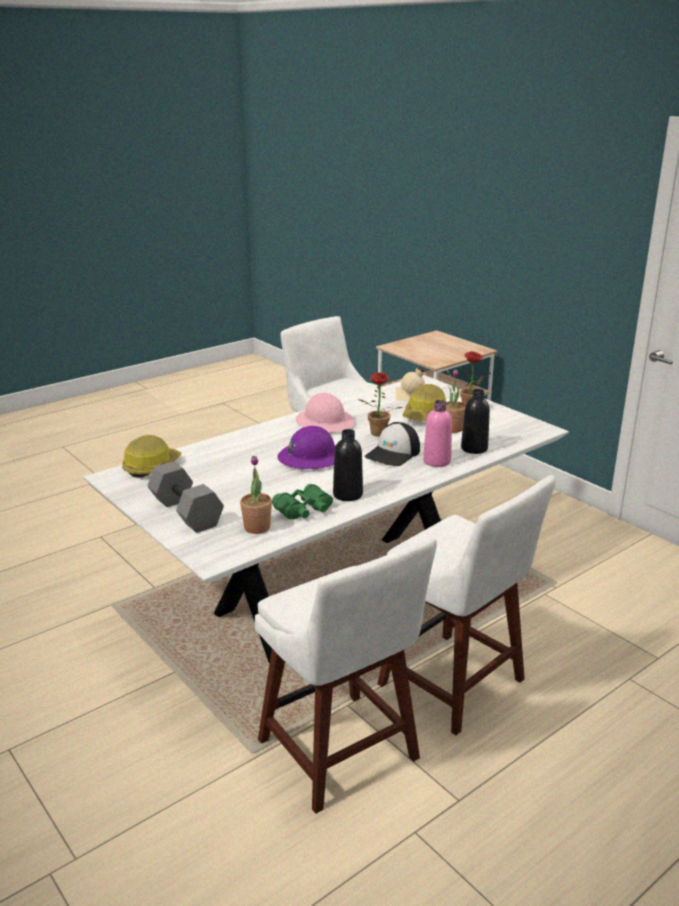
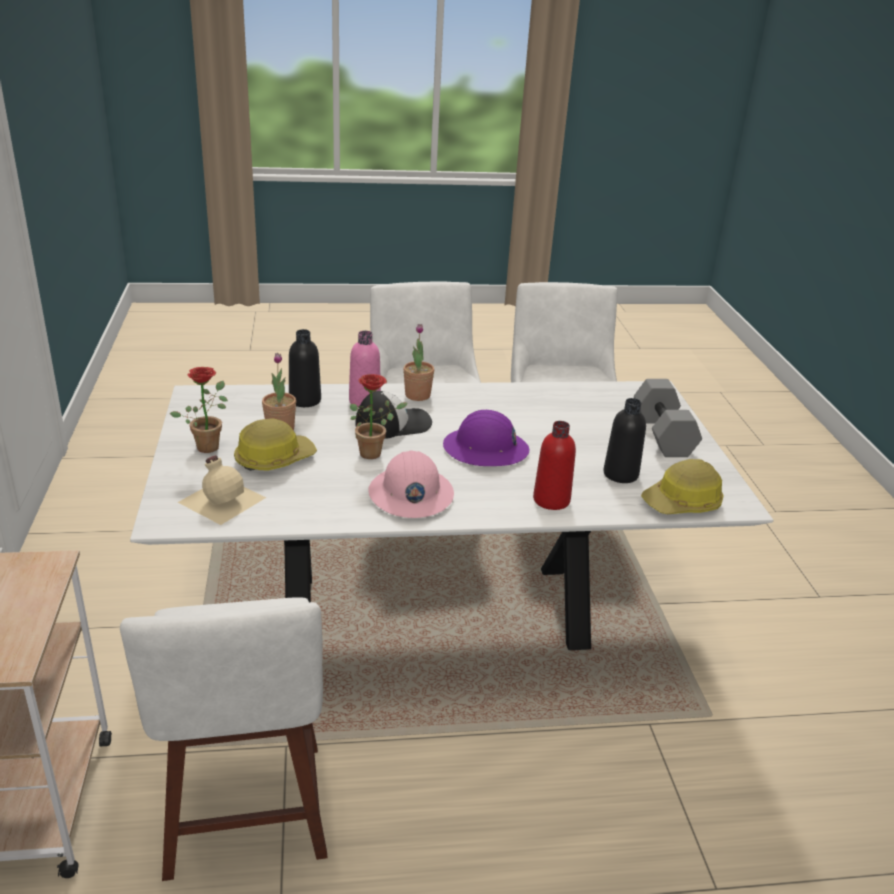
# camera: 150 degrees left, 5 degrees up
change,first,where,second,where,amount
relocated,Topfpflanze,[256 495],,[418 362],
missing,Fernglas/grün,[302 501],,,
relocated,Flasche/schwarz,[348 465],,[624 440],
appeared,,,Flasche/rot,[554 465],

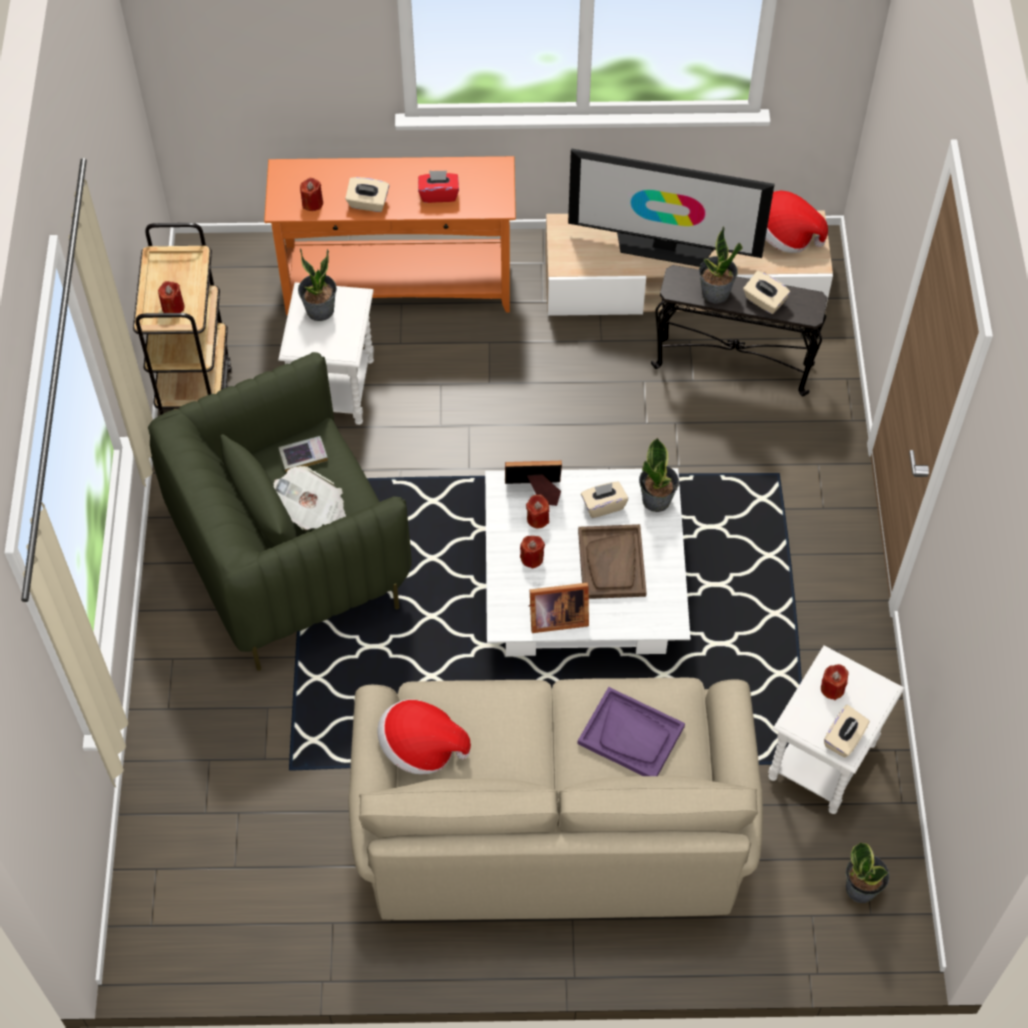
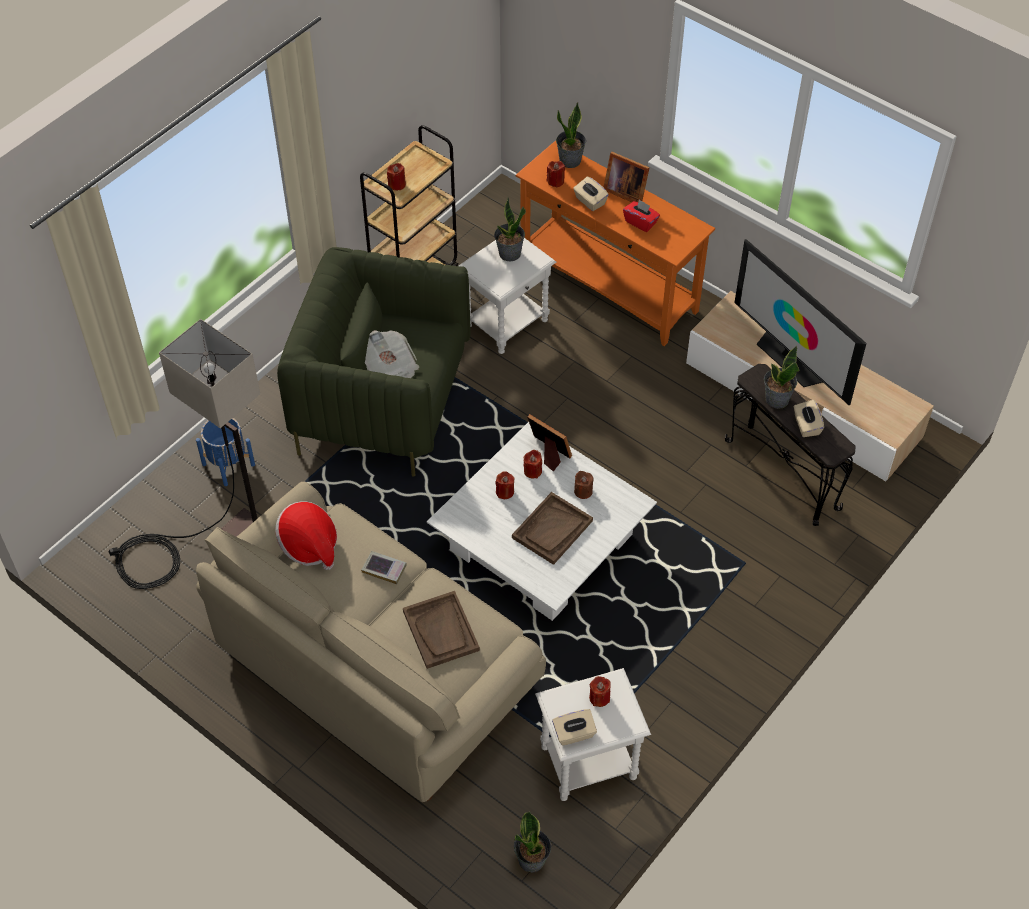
# camera: 40 degrees right, 5 degrees down
change,first,where,second,where,amount
relocated,Buch,[303 454],,[384 567],
relocated,Bilderrahmen,[559 608],,[626 177],
colour,Tablett/lila,[631 731],Tablett/braun,[441 630],
exchanged,Taschentuchbox/beige,[604 500],Kerze/braun,[584 485],
relocated,Topfpflanze,[659 474],,[571 135],
missing,Hut,[796 222],,,
appeared,,,Stehlampe,[184 454],
appeared,,,Pflanzkübel/blau,[225 452],

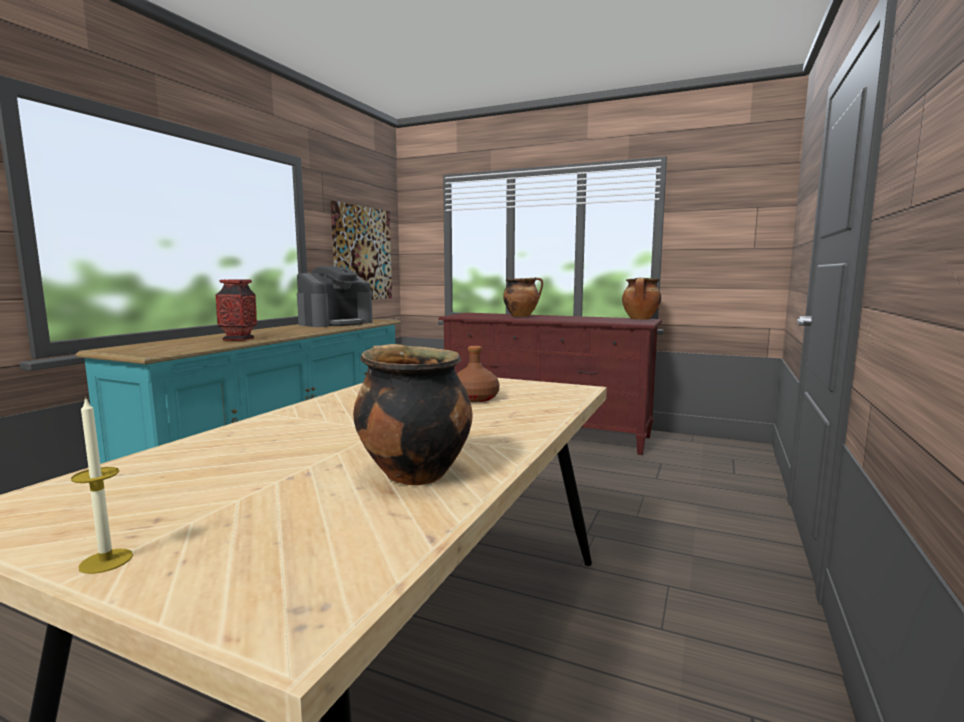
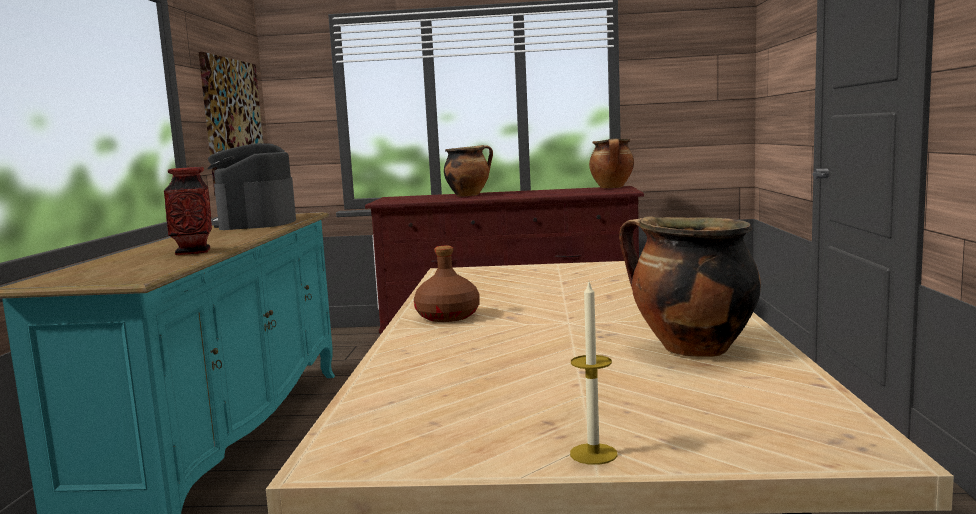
# camera: 20 degrees left, 0 degrees up
change,first,where,second,where,amount
spun,Kaffeemaschine,[335 296],,[251 186],150 degrees clockwise
relocated,Flasche/braun,[478 374],,[447 284],

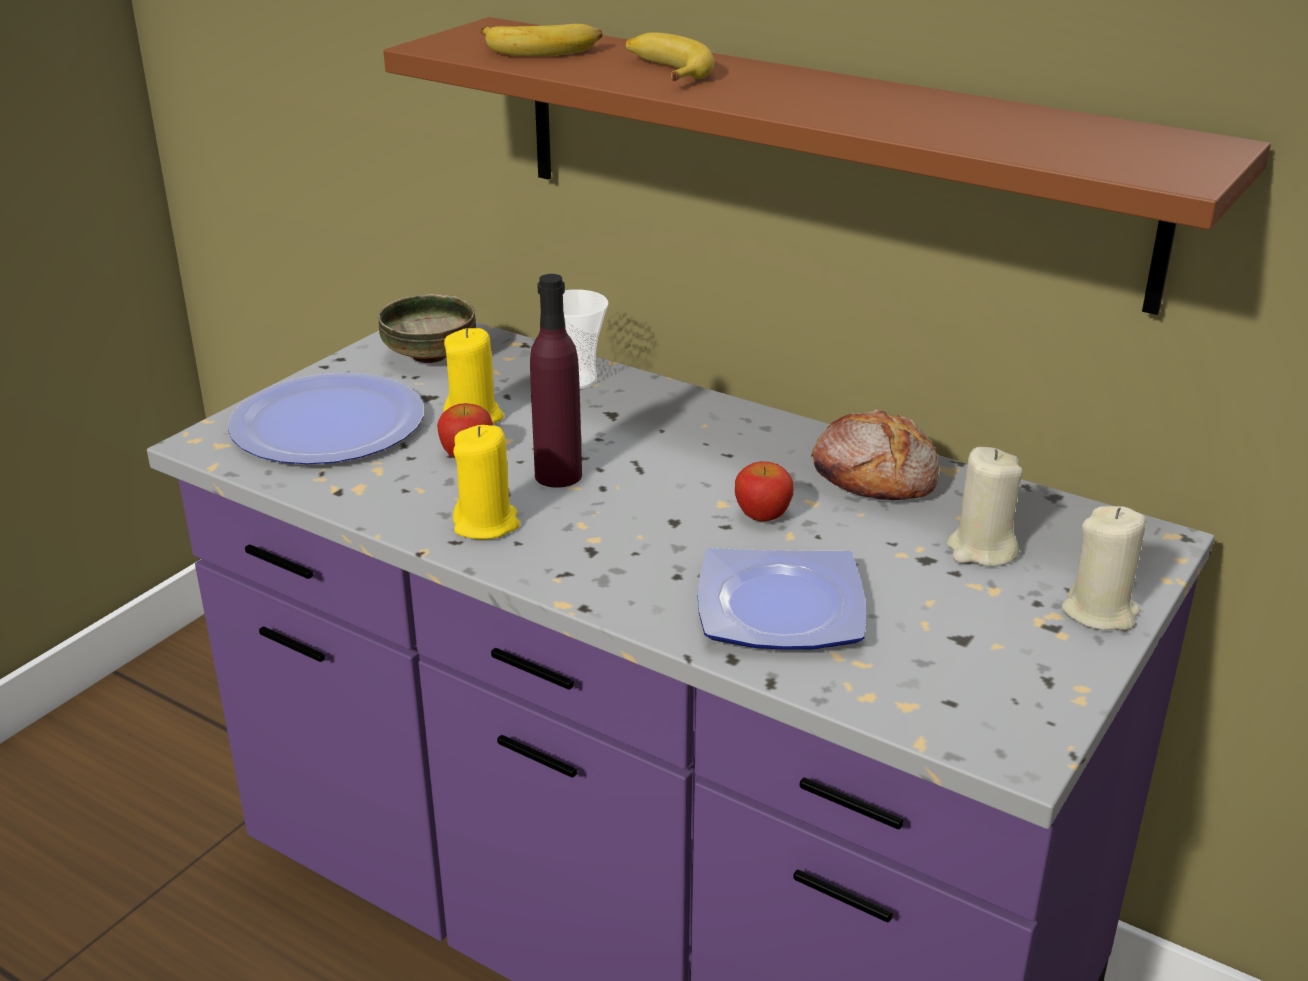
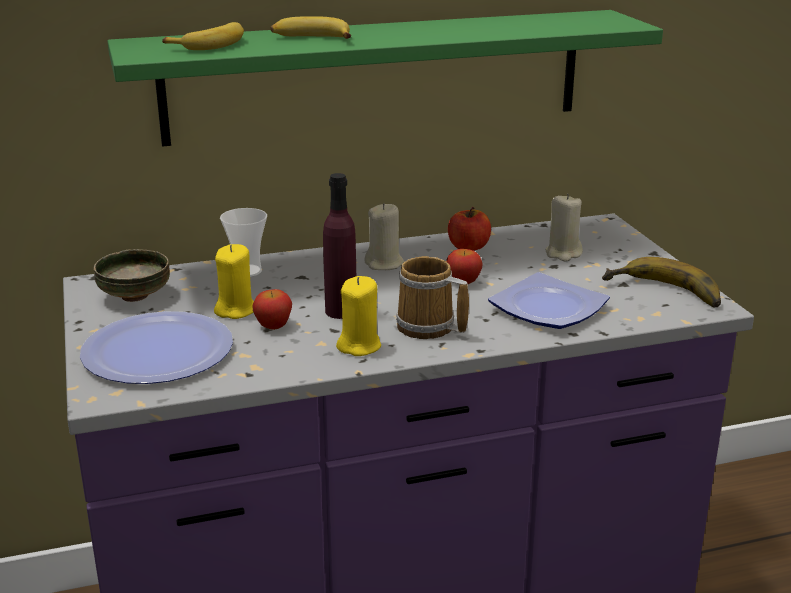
# camera: 50 degrees left, 5 degrees down
change,first,where,second,where,amount
colour,Wandregal/braun,[827 166],Wandregal/grün,[385 78],
exchanged,Brot,[875 454],Apfel,[469 229],
relocated,Kerze/beige,[1103 568],,[384 236],
appeared,,,Henkelbecher,[432 297],
appeared,,,Banane,[661 282],

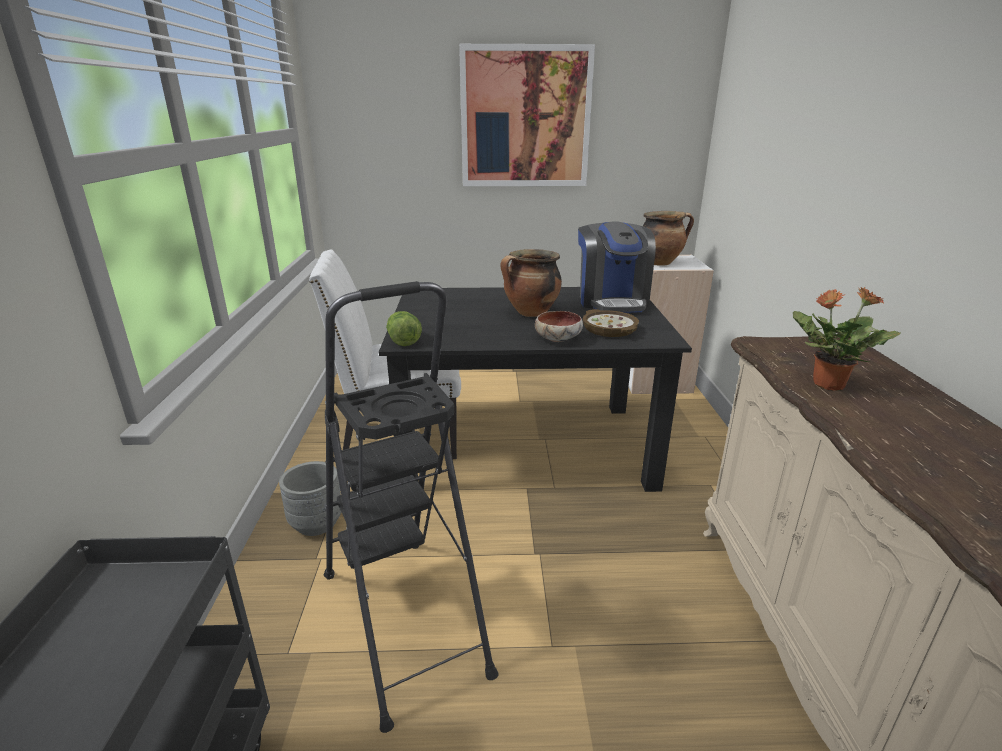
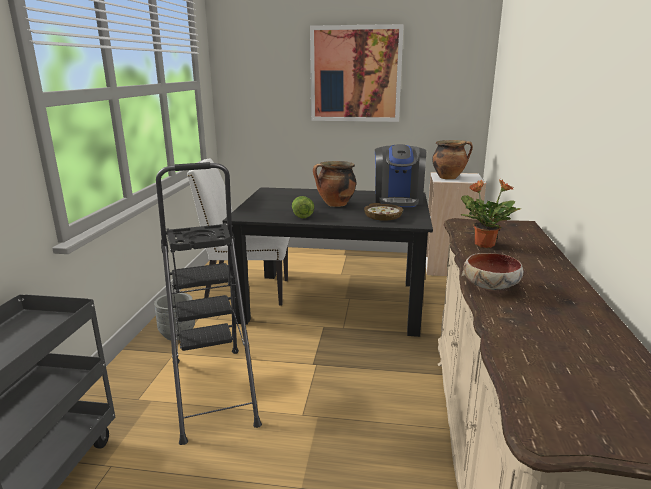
# camera: 10 degrees right, 5 degrees down
change,first,where,second,where,amount
relocated,Salatkopf,[404 328],,[303 207],
relocated,Schüssel,[559 326],,[493 272],

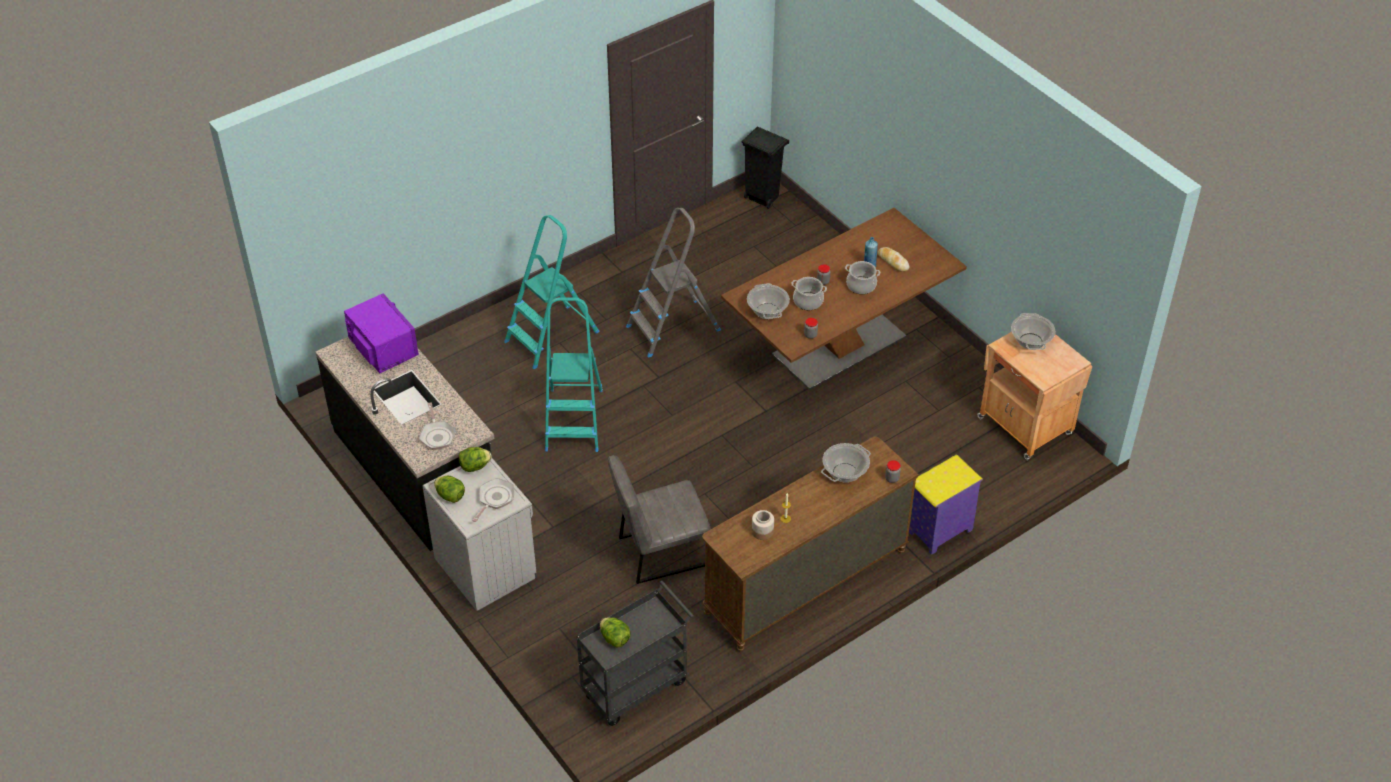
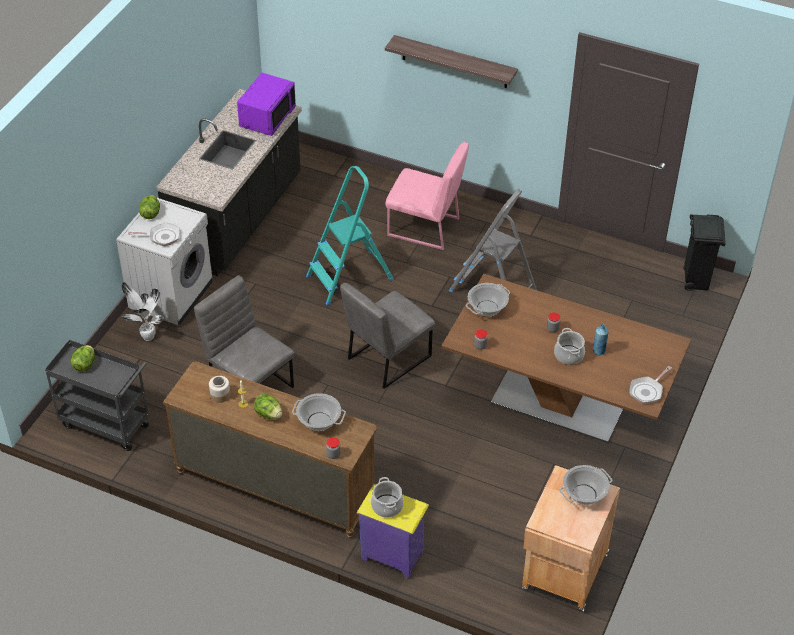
# camera: 60 degrees right, 0 degrees up
change,first,where,second,where,amount
relocated,Pfanne,[437 426],,[651 385],
relocated,Salatkopf,[475 459],,[268 406],
exchanged,Trittleiter/türkis,[551 292],Stuhl/rosa,[427 196],
relocated,Kochtopf,[809 293],,[387 497],
missing,Brot,[893 259],,,
appeared,,,Topfpflanze,[142 311],
appeared,,,Stuhl/grau,[387 336],
appeared,,,Wandregal,[451 61],

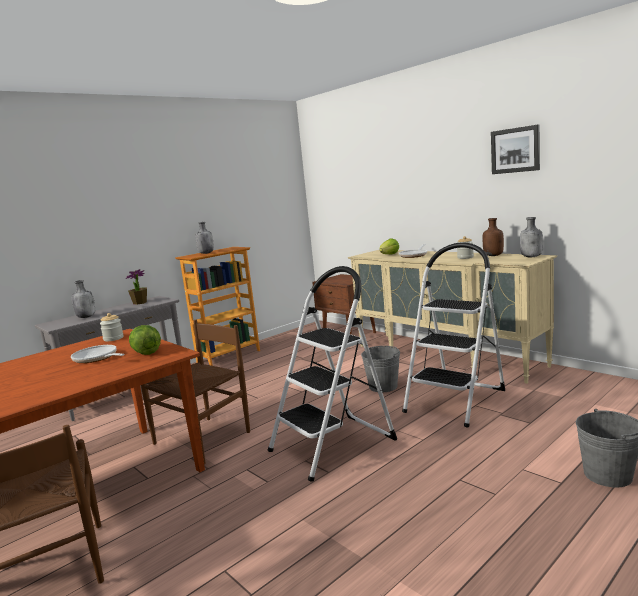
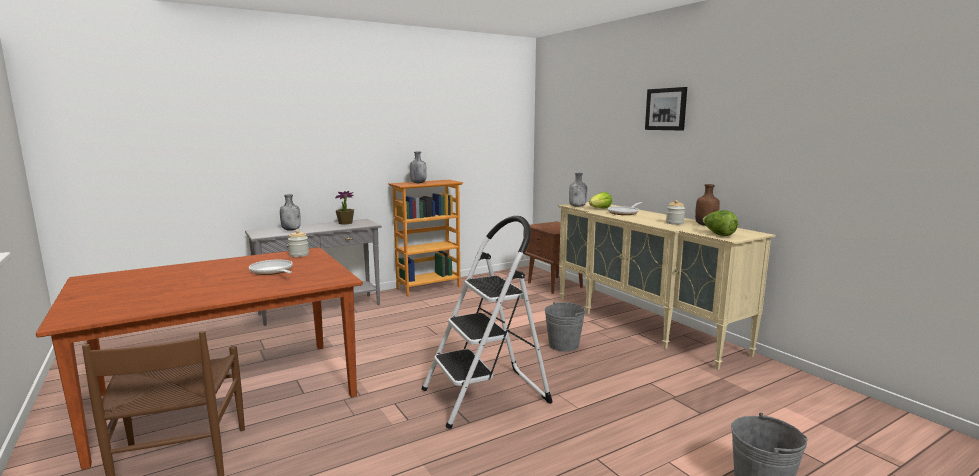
# camera: 10 degrees right, 0 degrees up
change,first,where,second,where,amount
relocated,Salatkopf,[145 340],,[720 223],
missing,Stuhl/braun,[195 392],,,
missing,Trittleiter,[453 334],,,
relocated,Bild,[515 149],,[666 109],
relocated,Flasche/grau,[531 237],,[578 190],

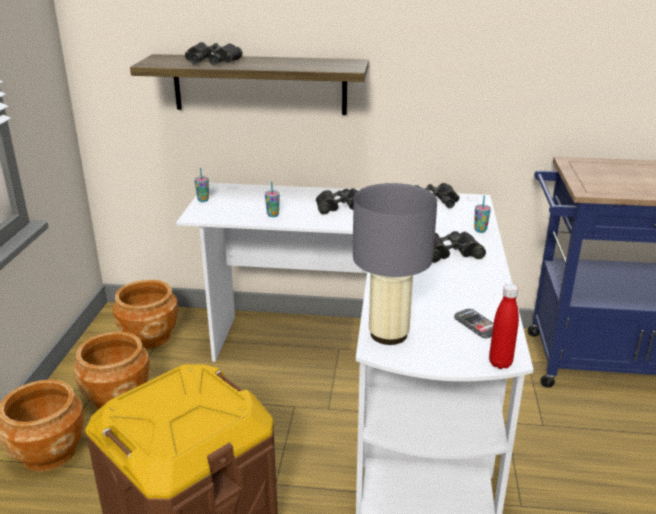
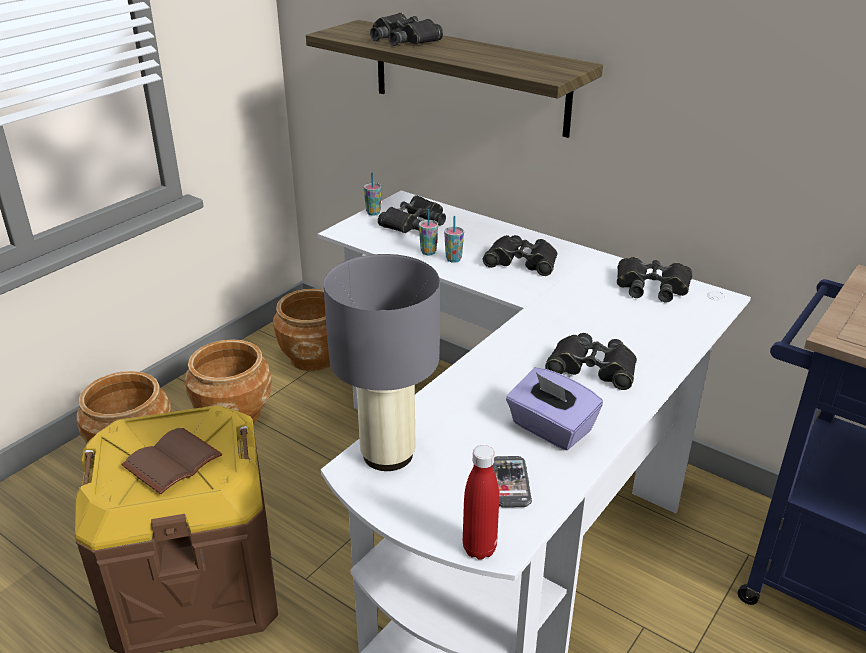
# camera: 30 degrees right, 5 degrees up
change,first,where,second,where,amount
relocated,Tasse,[482 214],,[454 239],
appeared,,,Buch/braun,[171 461],
appeared,,,Fernglas/schwarz,[412 214],
appeared,,,Taschentuchbox/lila,[554 409],

